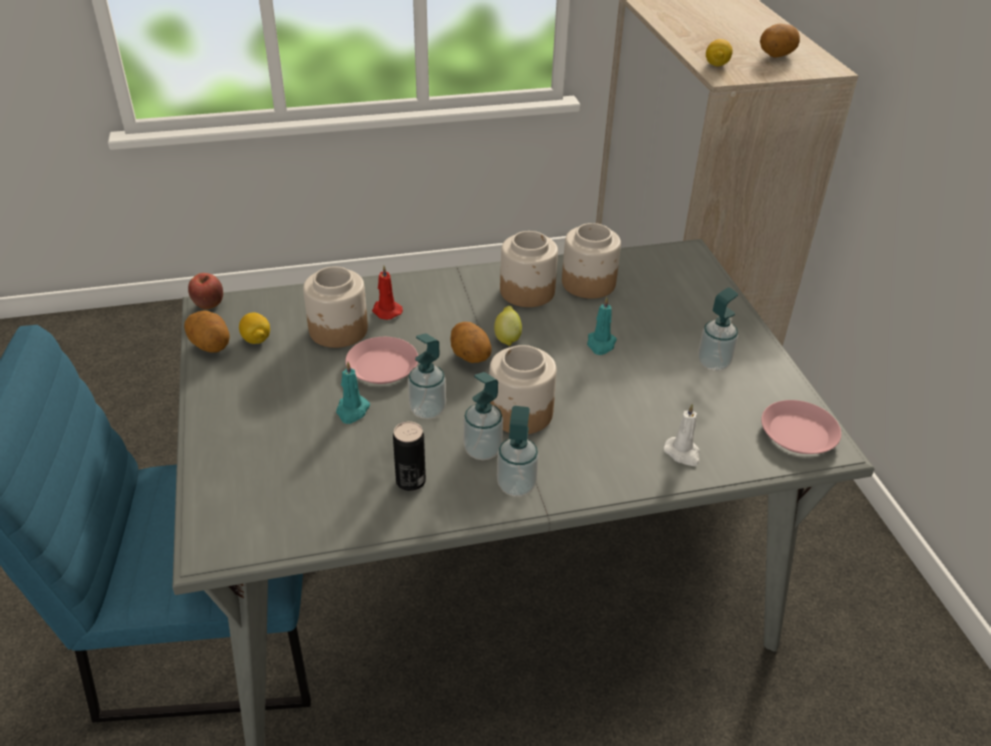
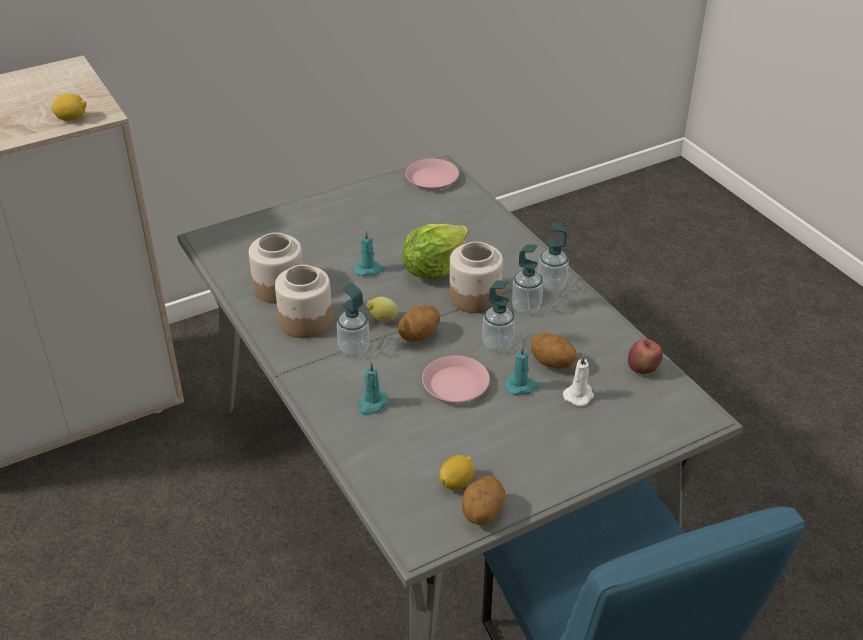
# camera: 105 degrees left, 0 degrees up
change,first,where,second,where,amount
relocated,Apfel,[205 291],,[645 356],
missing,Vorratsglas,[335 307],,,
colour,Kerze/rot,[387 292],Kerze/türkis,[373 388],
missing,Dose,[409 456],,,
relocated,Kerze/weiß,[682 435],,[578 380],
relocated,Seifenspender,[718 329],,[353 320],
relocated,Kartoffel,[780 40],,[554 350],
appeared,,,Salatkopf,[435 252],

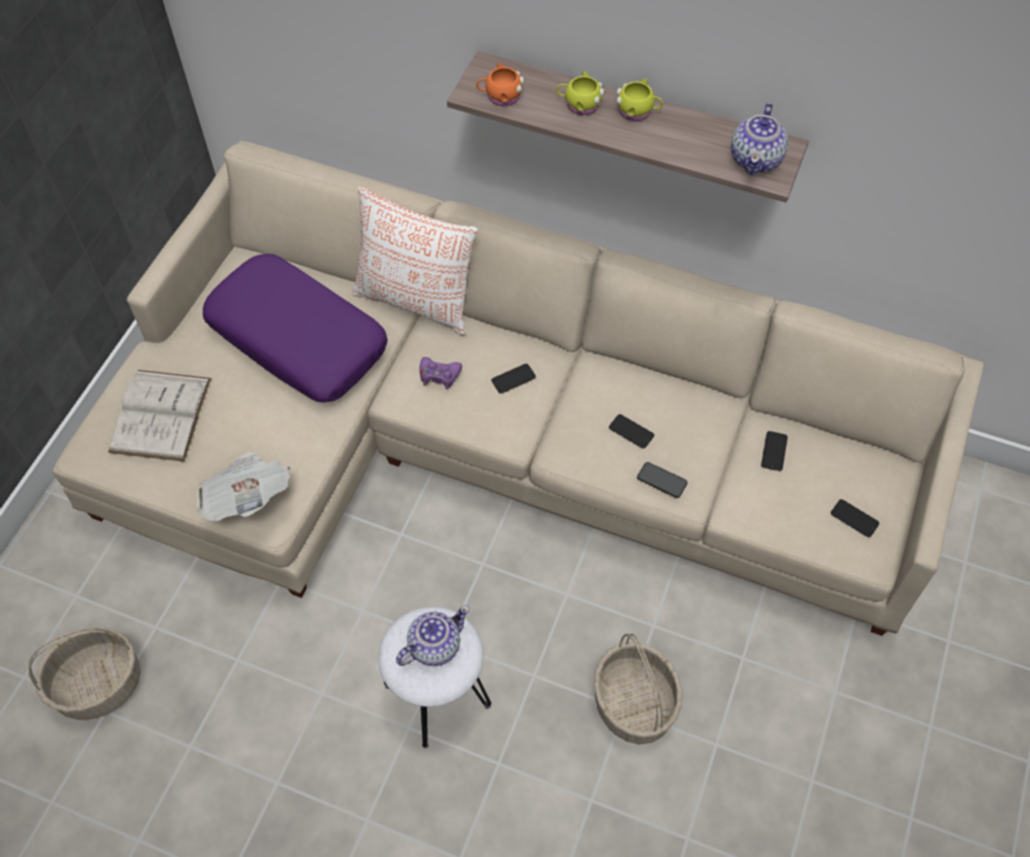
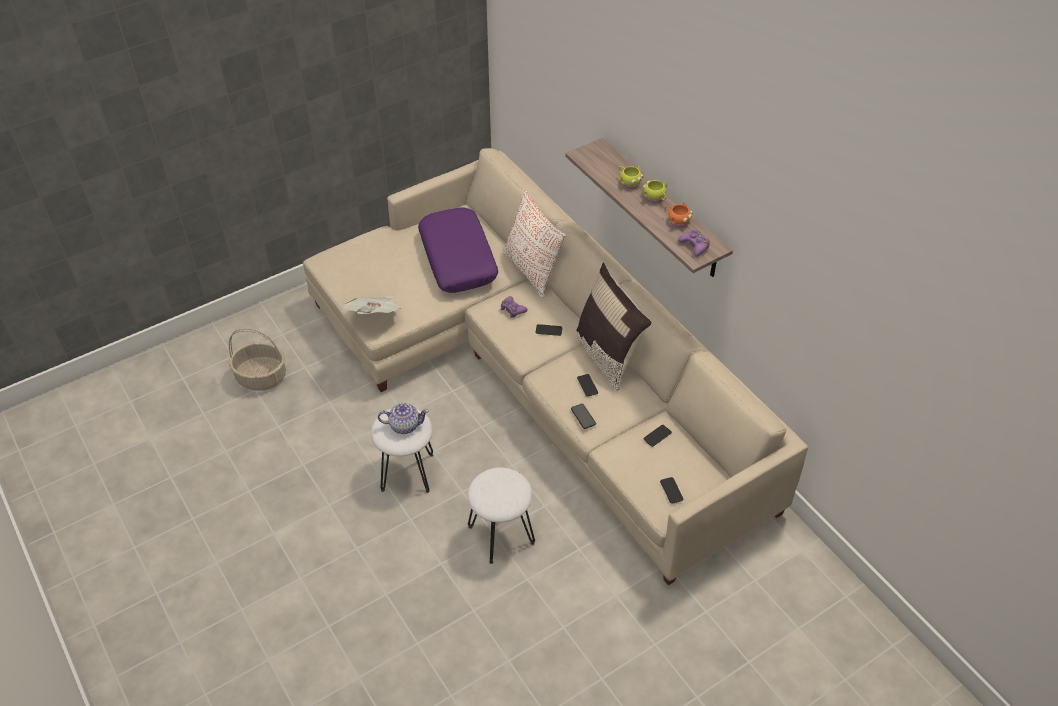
# camera: 35 degrees right, 10 degrees down
change,first,where,second,where,amount
missing,Buch/weiß,[159 416],,,
relocated,Henkelbecher/orange,[500 84],,[678 215],
exchanged,Korb,[638 689],Hocker/weiß,[501 515],
exchanged,Teekanne,[759 139],Gamepad/lila,[694 243],
appeared,,,Kissen,[614 327],

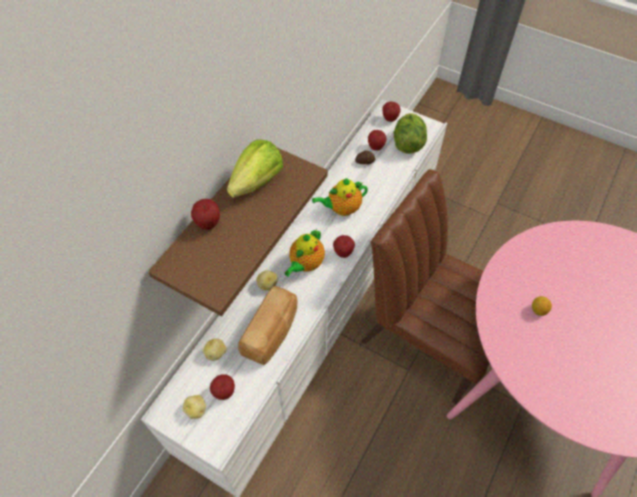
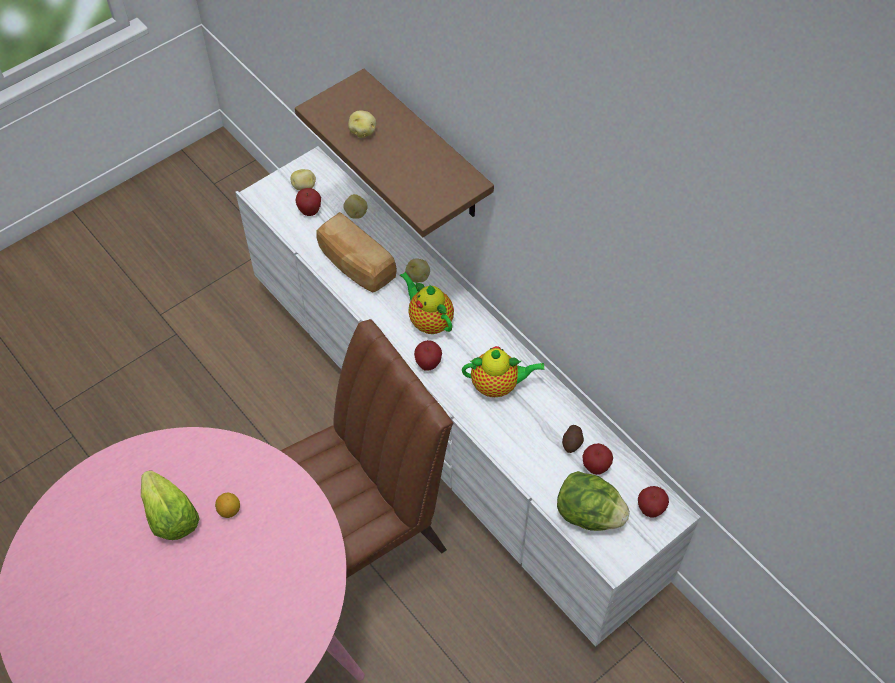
# camera: 110 degrees right, 0 degrees up
change,first,where,second,where,amount
missing,Apfel,[205 214],,,
relocated,Salatkopf,[255 168],,[170 505],
spun,Teekanne,[340 197],,[503 371],90 degrees clockwise
appeared,,,Kartoffel,[362 124],

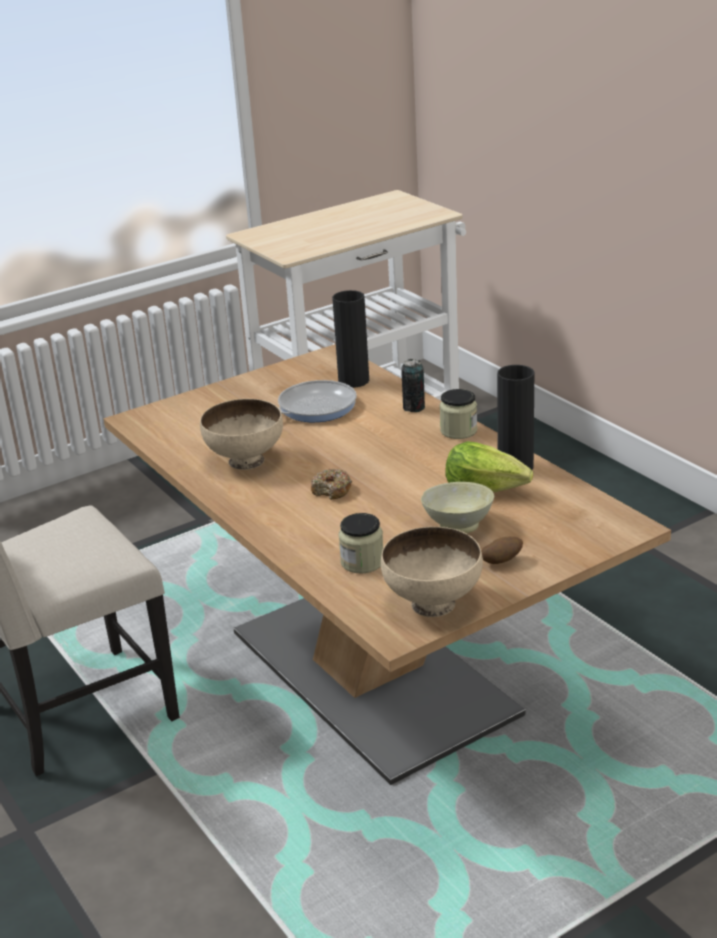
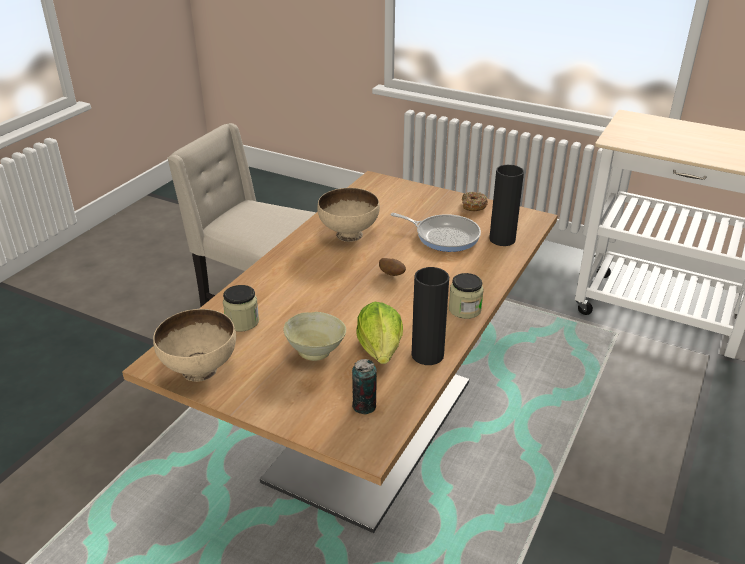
# camera: 60 degrees right, 5 degrees up
change,first,where,second,where,amount
relocated,Donut,[331 484],,[475 201],
relocated,Dose,[413 385],,[364 386],
relocated,Kartoffel,[502 550],,[392 267],

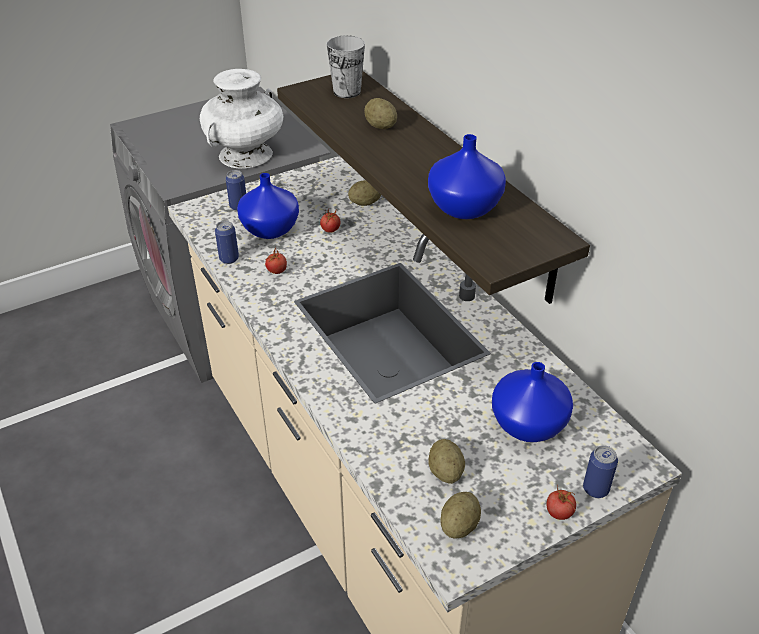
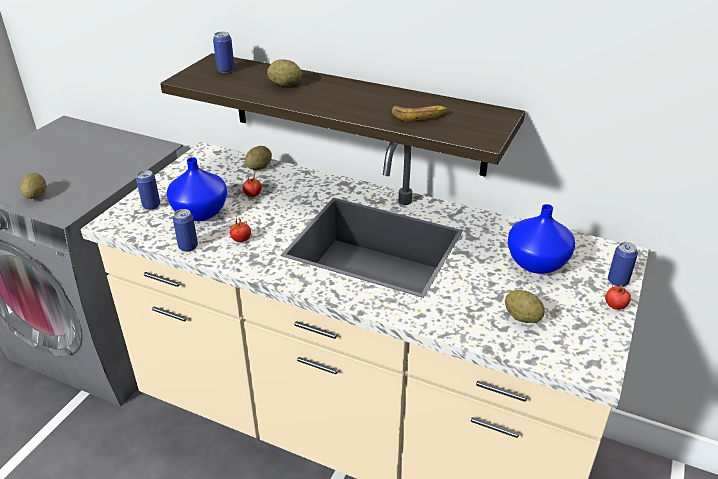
# camera: 35 degrees left, 5 degrees down
change,first,where,second,where,amount
missing,Vase/weiß,[241 119],,,
exchanged,Tasse,[346 66],Dose,[224 52],
exchanged,Vase/blau,[467 176],Banane,[419 113],
relocated,Kartoffel,[460 515],,[33 186],

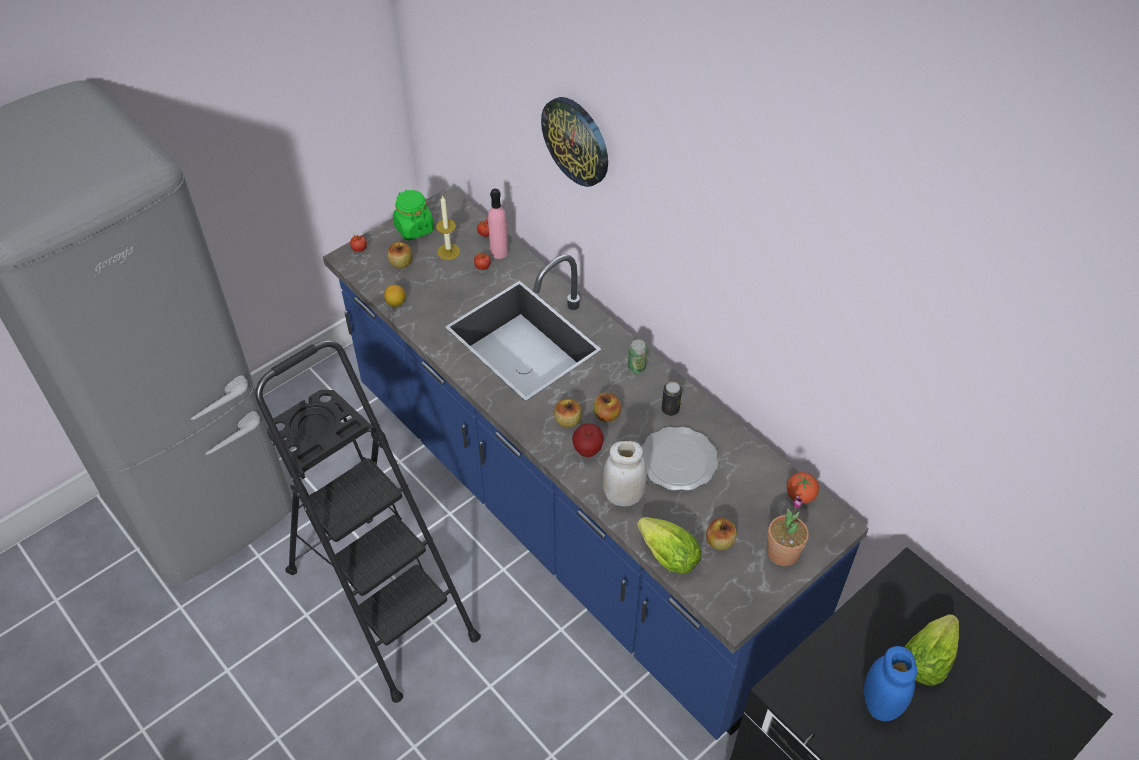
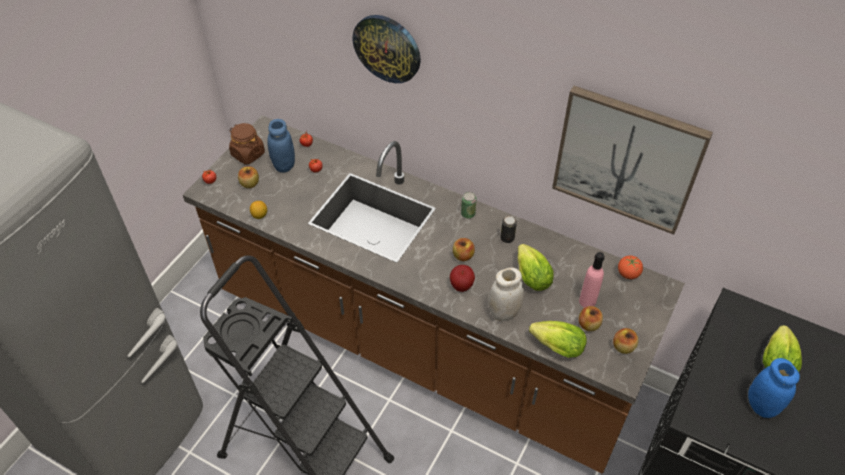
# camera: 20 degrees left, 0 degrees up
change,first,where,second,where,amount
colour,Küchenzeile/blau,[596 463],Küchenzeile/braun,[434 294],
colour,Vorratsglas/grün,[413 215],Vorratsglas/braun,[247 144],
exchanged,Kerze,[448 227],Vorratsglas/blau,[281 146],
relocated,Flasche/rosa,[498 224],,[592 280],
relocated,Apfel,[568 413],,[625 341],
exchanged,Teller,[679 459],Salatkopf,[536 267],
missing,Topfpflanze,[788 531],,,
appeared,,,Bild,[632 160],

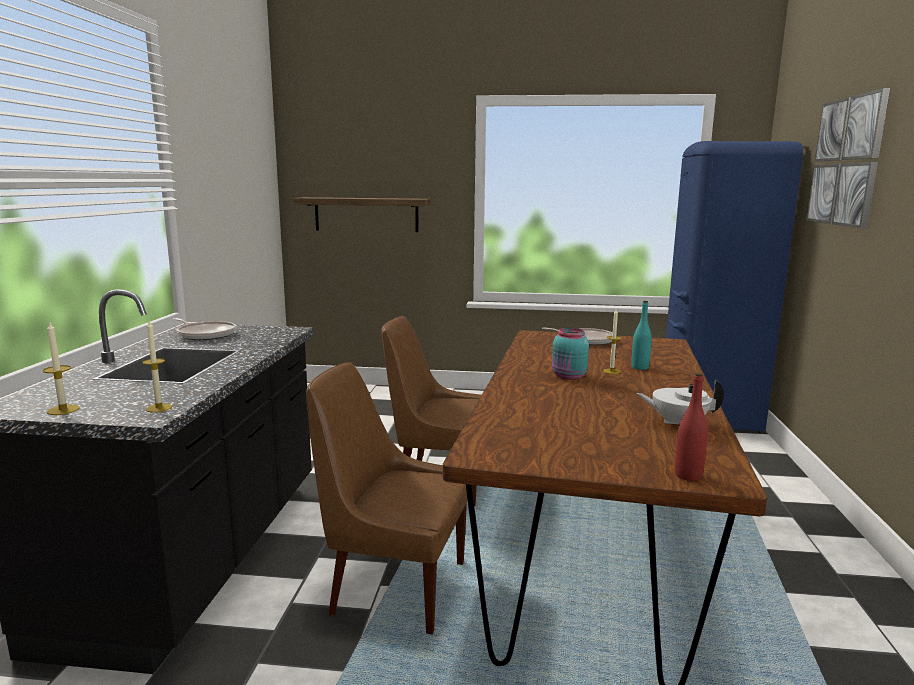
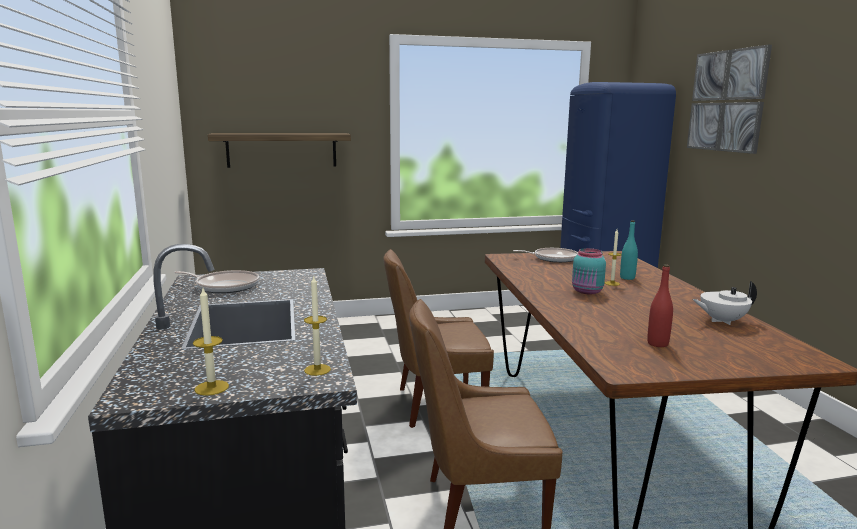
# camera: 20 degrees left, 0 degrees up
change,first,where,second,where,amount
relocated,Flasche/rot,[691 427],,[660 305],

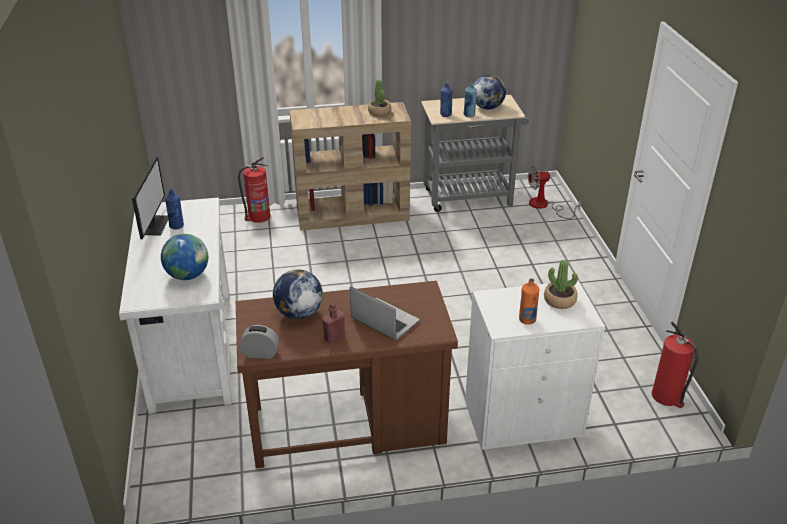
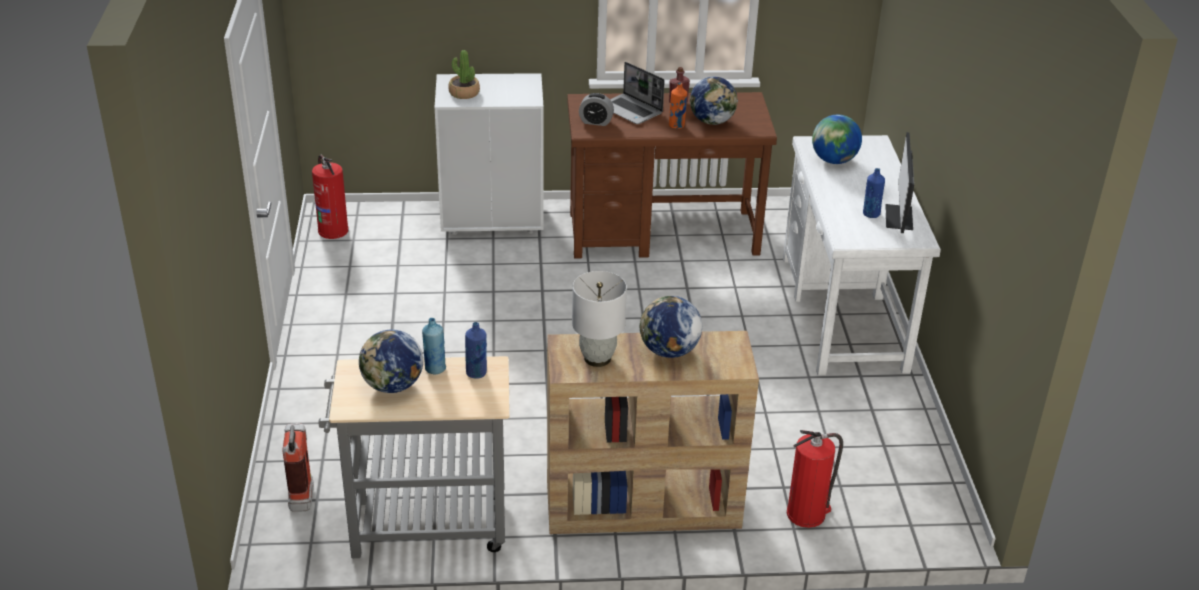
# camera: 175 degrees left, 0 degrees up
change,first,where,second,where,amount
relocated,Wecker,[259 342],,[596 109],
exchanged,Topfpflanze,[379 98],Tischlampe/weiß,[599 319],
relocated,Flasche/orange,[529 301],,[678 105],
exchanged,Ventilator,[554 192],Feuerlöscher,[298 467],
appeared,,,Globus,[671 327],

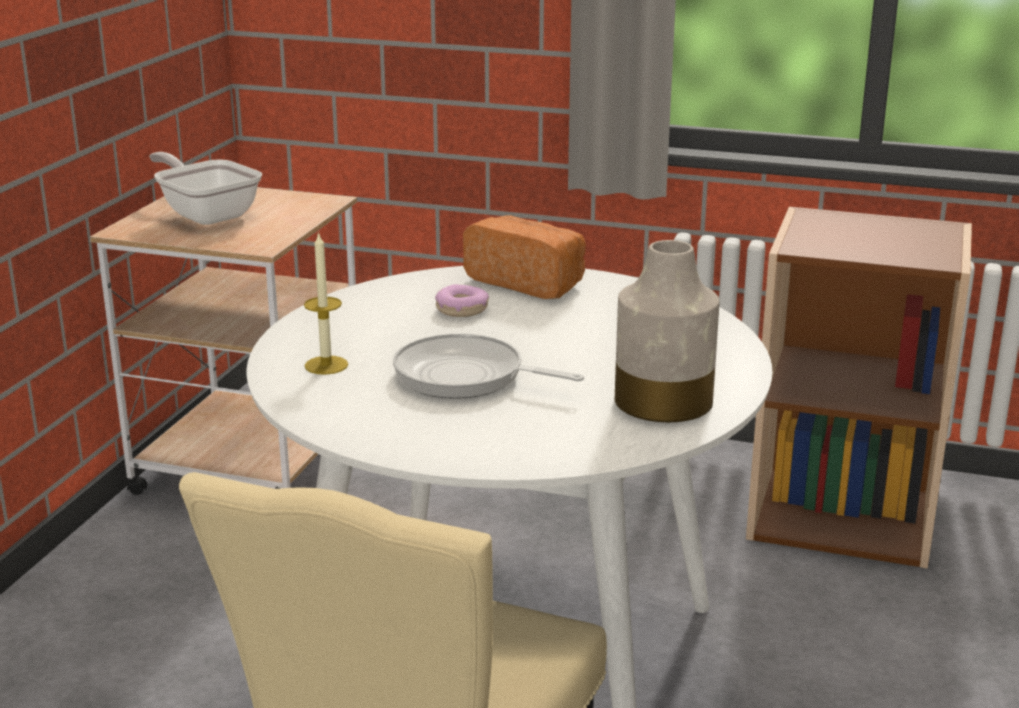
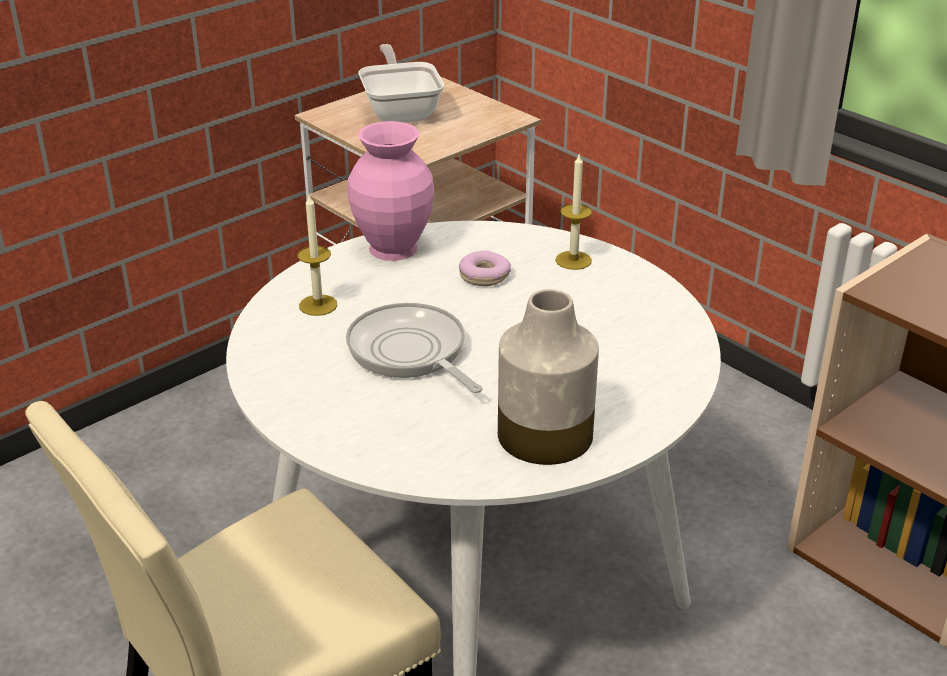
# camera: 30 degrees right, 10 degrees up
change,first,where,second,where,amount
exchanged,Brot,[524 257],Kerze,[573 212],
appeared,,,Vase/rosa,[390 191],

